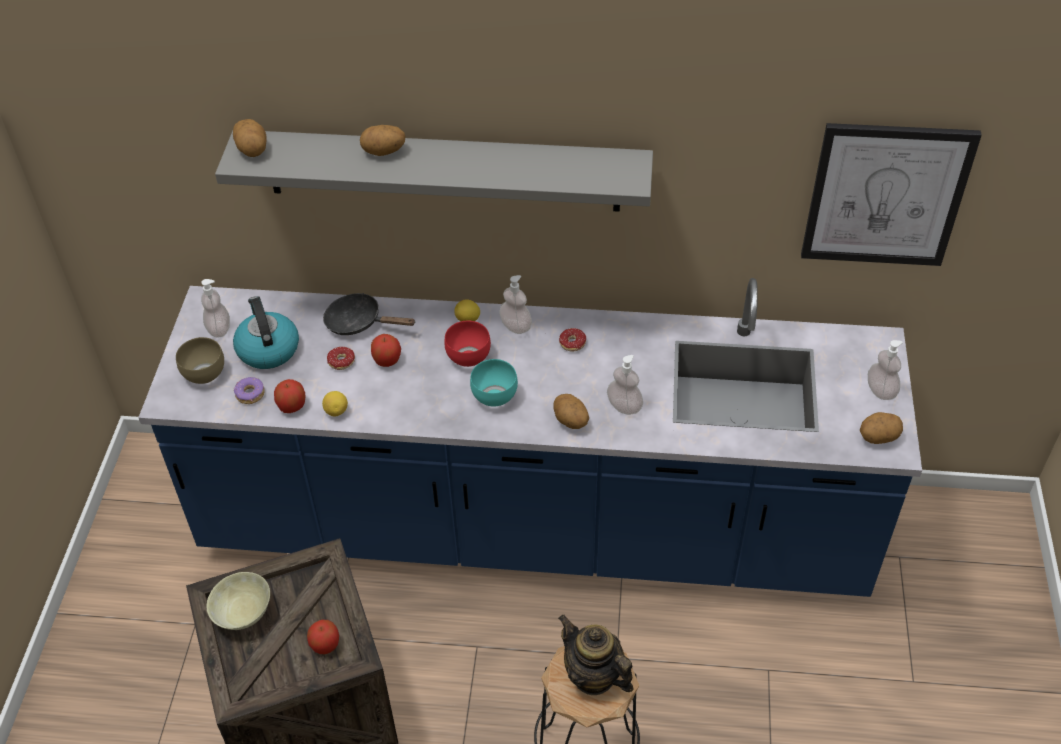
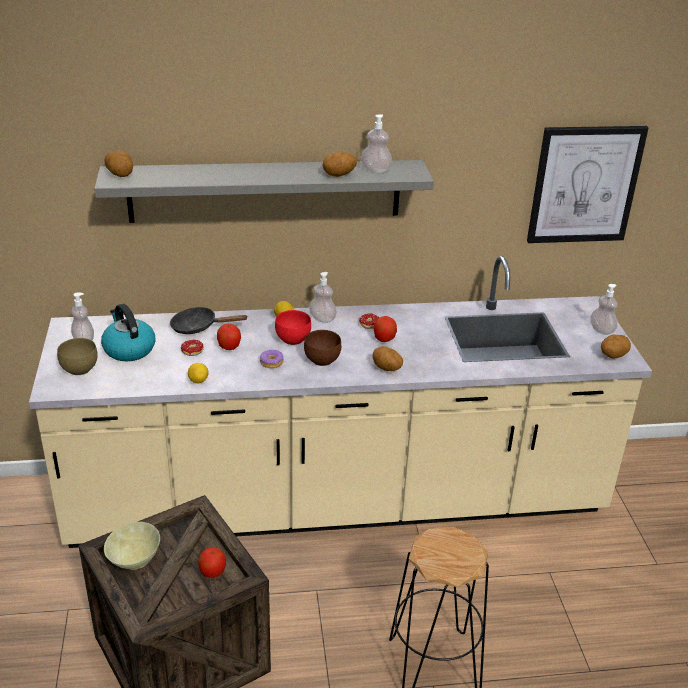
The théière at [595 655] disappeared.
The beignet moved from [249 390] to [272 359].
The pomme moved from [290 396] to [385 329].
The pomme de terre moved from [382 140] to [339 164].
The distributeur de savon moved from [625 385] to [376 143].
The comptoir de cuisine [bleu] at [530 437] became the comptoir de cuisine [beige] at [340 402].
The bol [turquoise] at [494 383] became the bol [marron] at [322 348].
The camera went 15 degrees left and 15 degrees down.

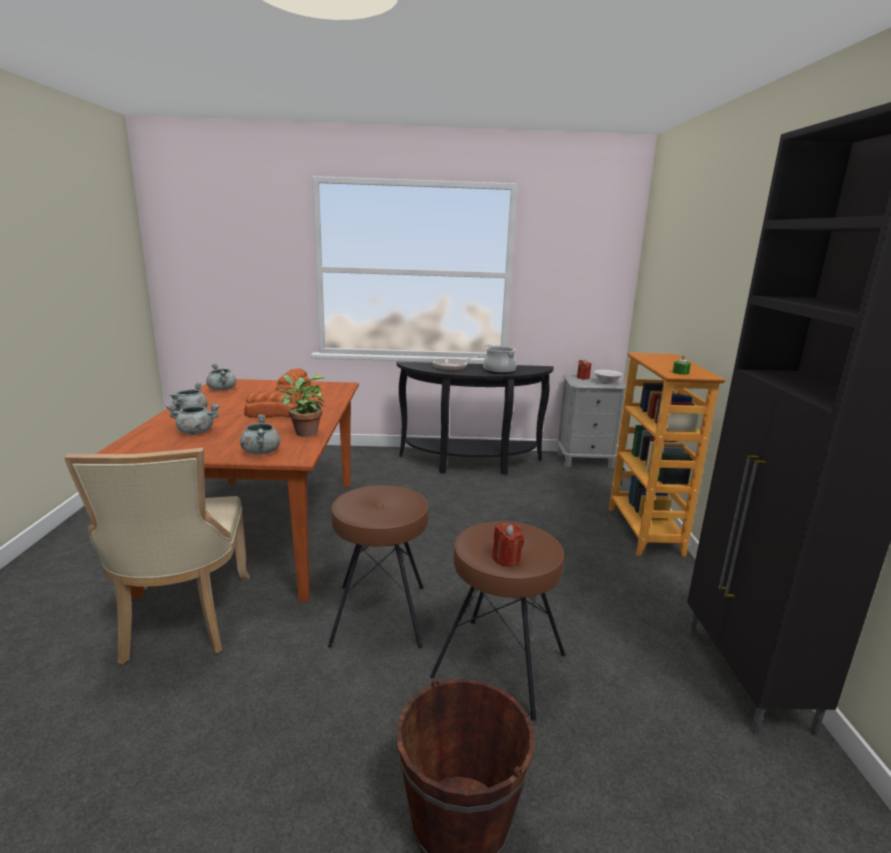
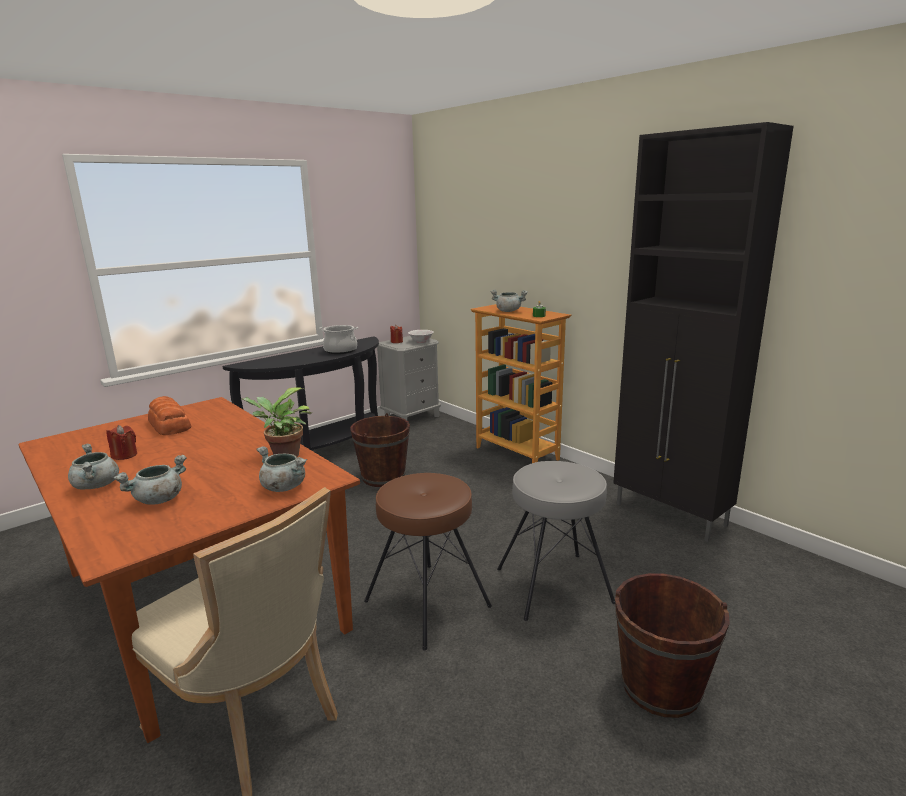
The pain at [272 403] disappeared.
The poêle at [458 363] disappeared.
The seau [marron] at [380 450] appeared.
The marmite [gris] moved from [221 377] to [509 300].
The bougie [rouge] moved from [508 544] to [121 442].
The tabouret [marron] at [497 621] became the tabouret [gris] at [556 541].
The camera went 40 degrees left and 0 degrees up.

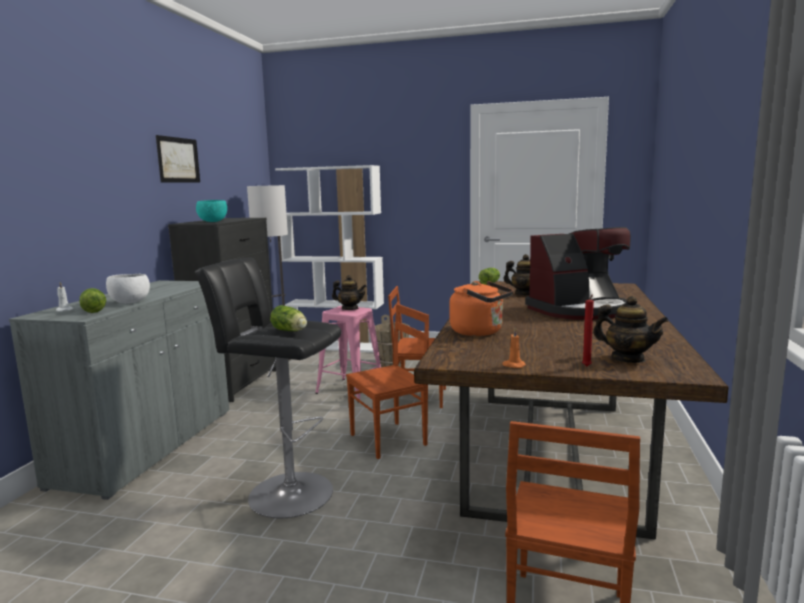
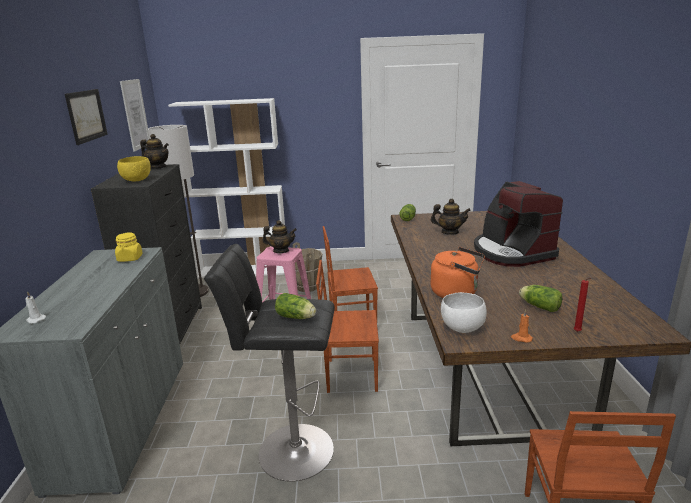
The bocal [jaune] at [129 247] appeared.
The tableau at [134 115] appeared.
The laitue moved from [93 300] to [540 298].
The bol [blanc] moved from [128 289] to [464 312].
The théière moved from [631 329] to [154 151].
The bol [turquoise] at [211 211] became the bol [jaune] at [134 169].
The chaise [marron] at [387 381] turned 135 degrees counterclockwise.
The machine à café at [578 273] turned 105 degrees clockwise.
The camera went 15 degrees left and 10 degrees up.

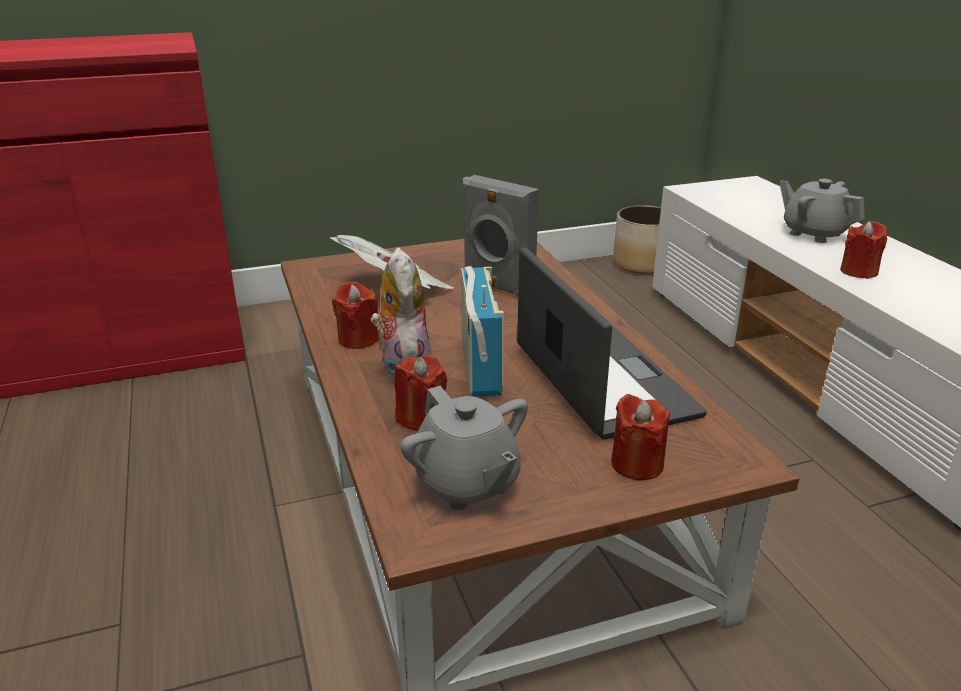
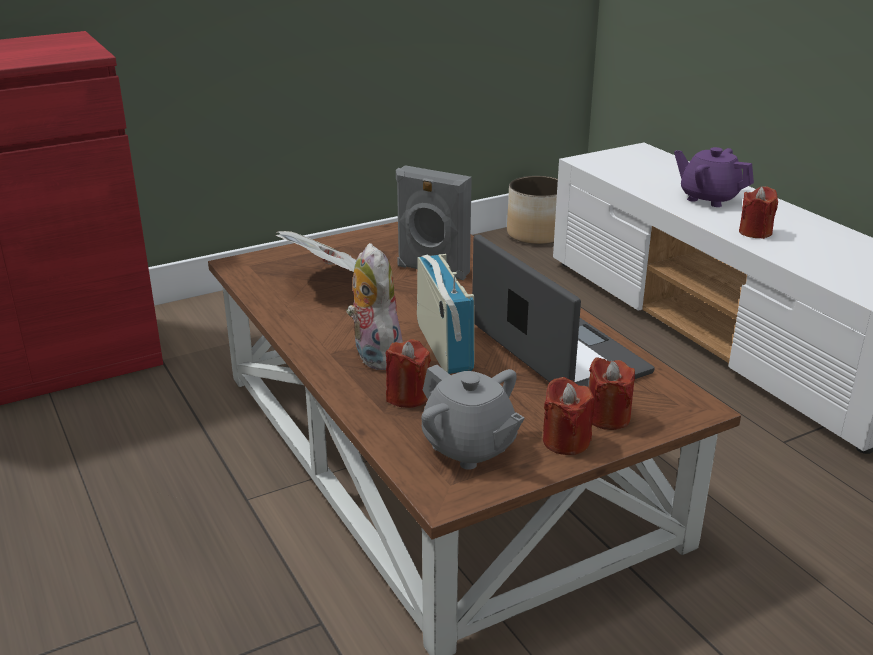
The bougie [rouge] moved from [355 315] to [569 416].
The théière [gris] at [822 211] became the théière [violet] at [714 177].
The camera went 10 degrees left and 0 degrees up.

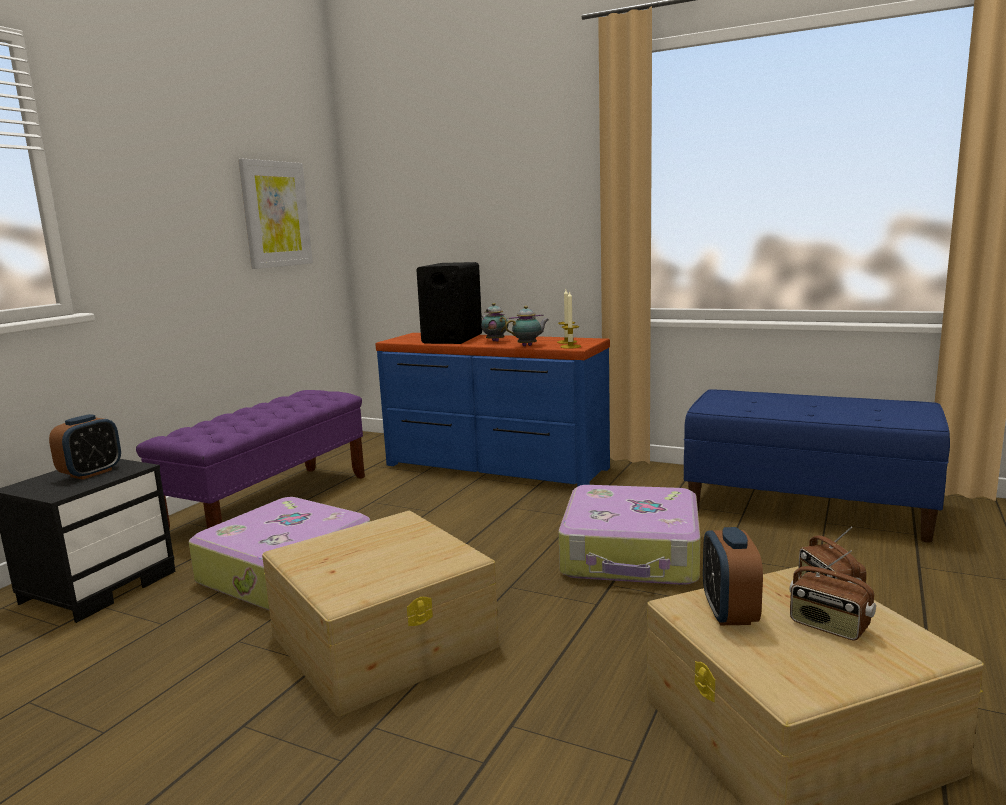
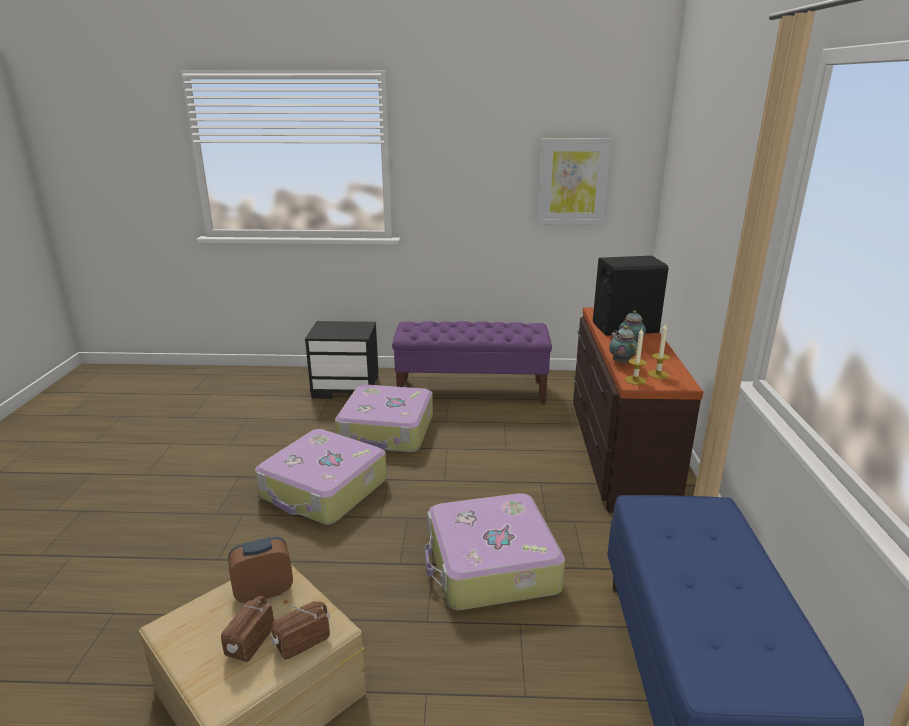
The réveil at [85 447] disappeared.
The boîte de rangement [beige] at [380 614] was replaced by the valise at [321 477].
The commode [bleu] at [492 410] became the commode [marron] at [638 410].
The théière at [527 326] turned 150 degrees counterclockwise.
The camera went 65 degrees right and 10 degrees up.

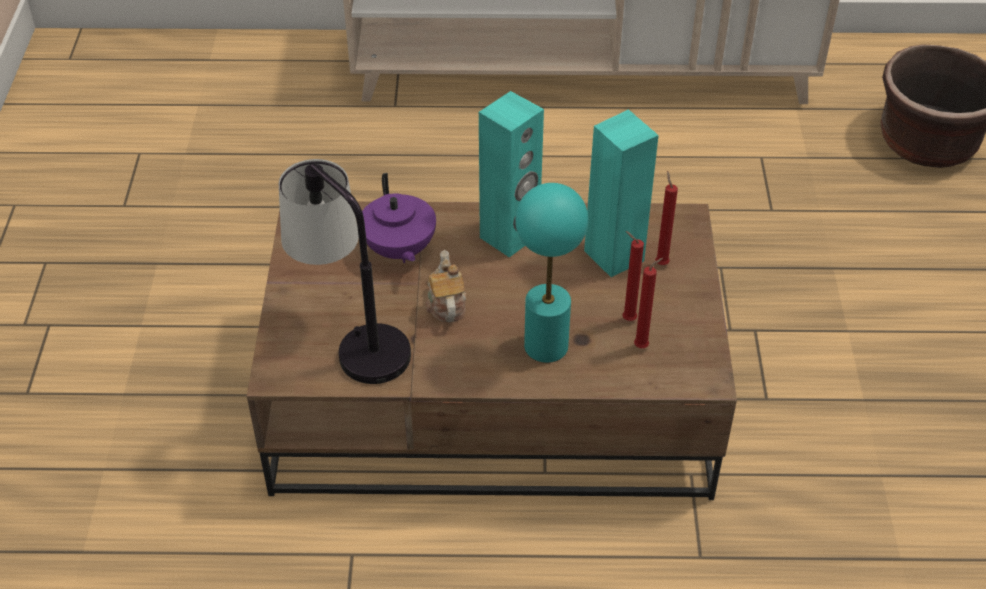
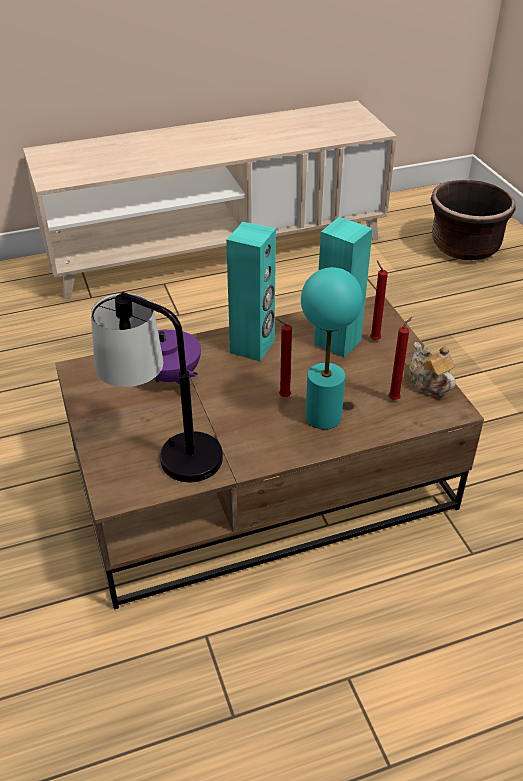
The théière moved from [446 286] to [431 369].
The bougie [rouge] moved from [633 276] to [284 358].
The camera went 20 degrees left and 5 degrees down.

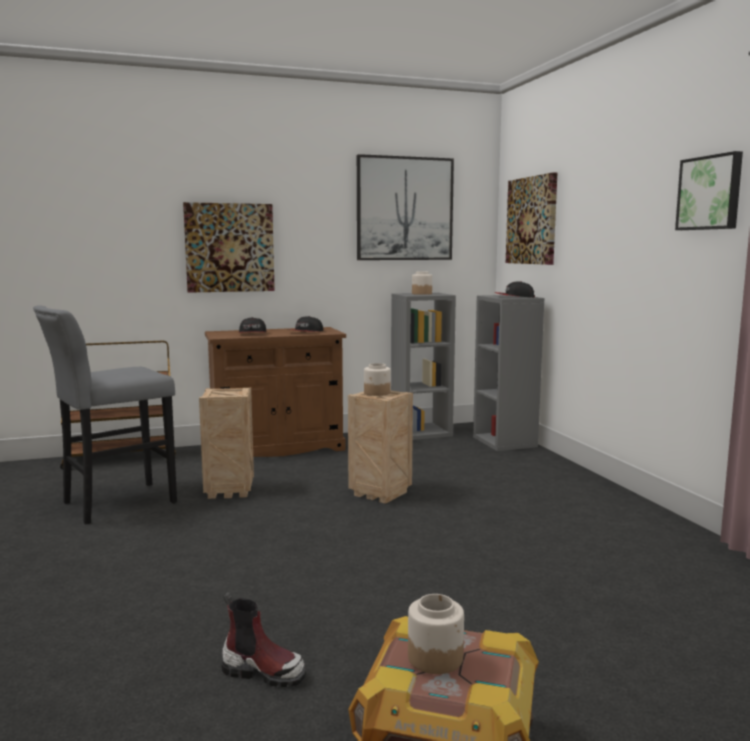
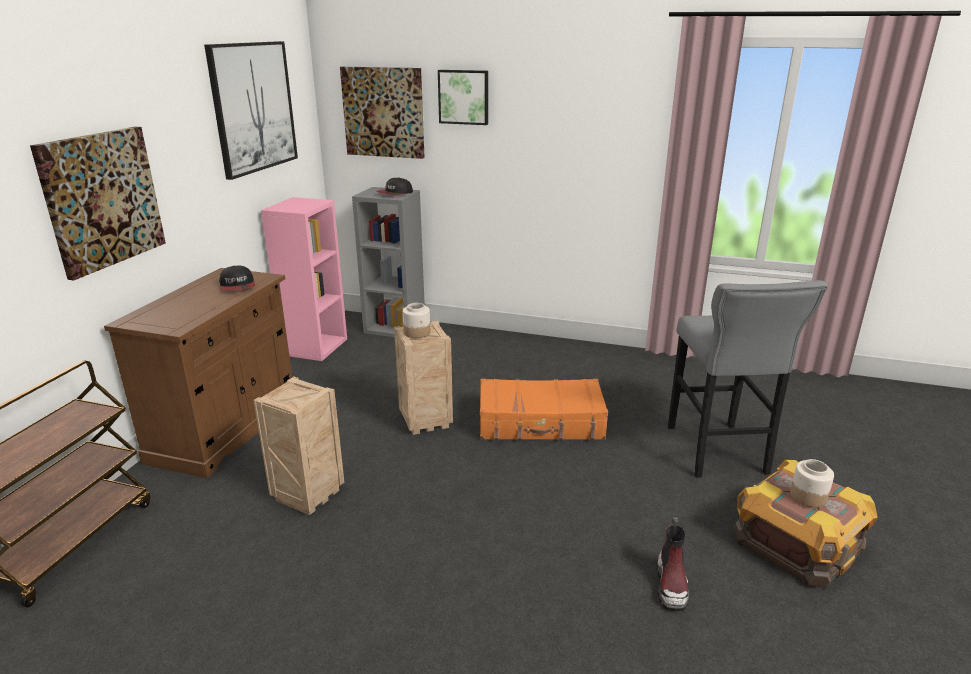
The casquette at [252 325] disappeared.
The bocal at [422 283] disappeared.
The valise [orange] at [544 409] appeared.
The tabouret [gris] moved from [105 415] to [748 379].
The tableau moved from [709 190] to [463 97].
The bibliothèque [gris] at [423 366] became the bibliothèque [rose] at [304 279].
The botte at [263 640] turned 135 degrees clockwise.
The camera went 55 degrees left and 15 degrees up.

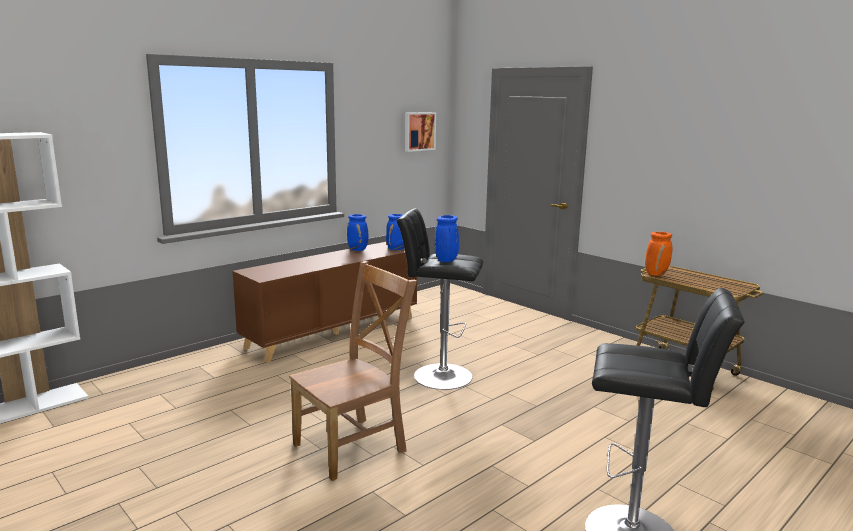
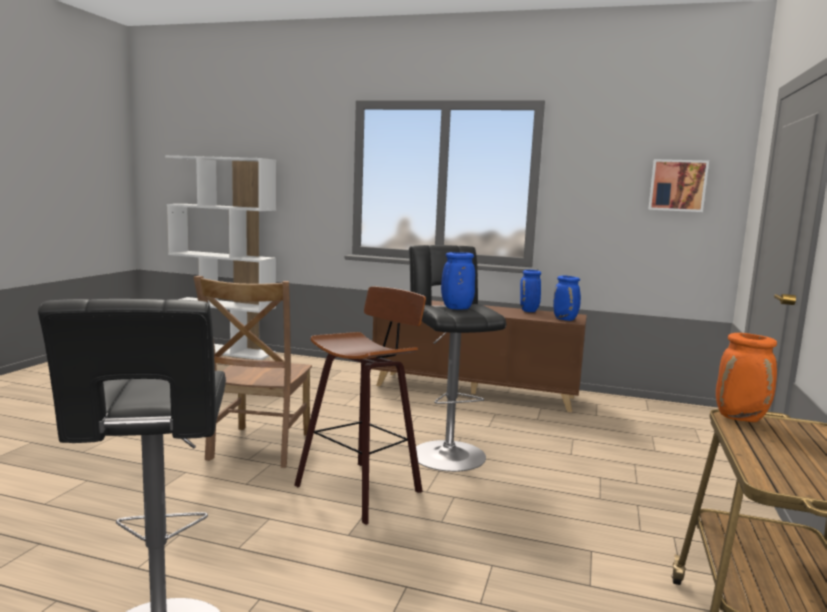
The tabouret at [360 405] appeared.
The chaise [marron] at [353 371] turned 75 degrees clockwise.
The camera went 60 degrees right and 5 degrees down.

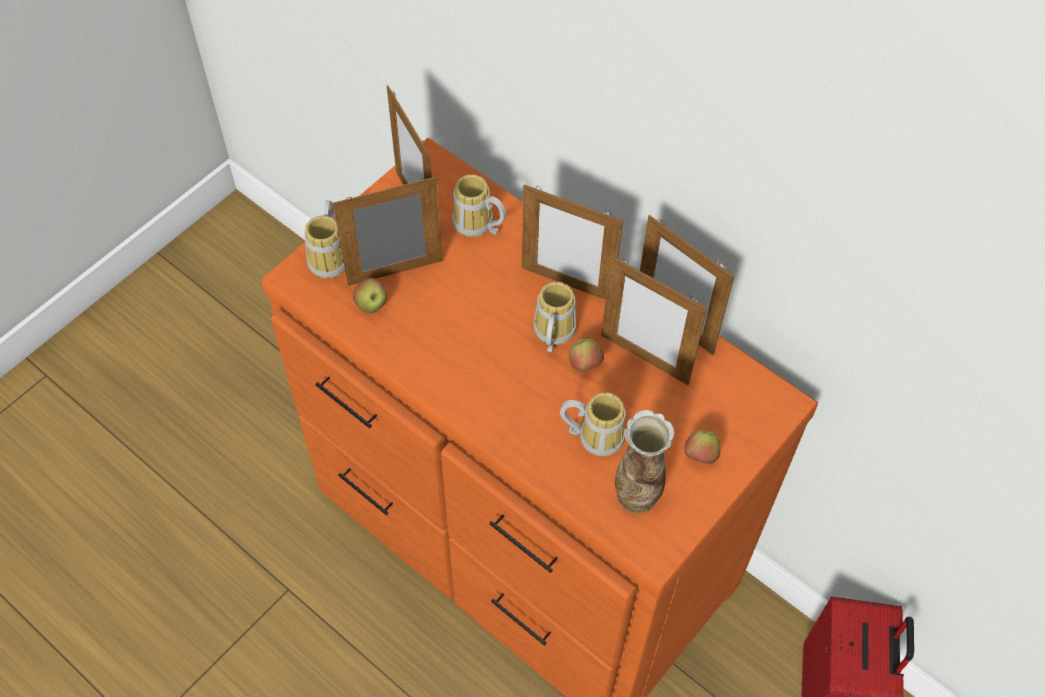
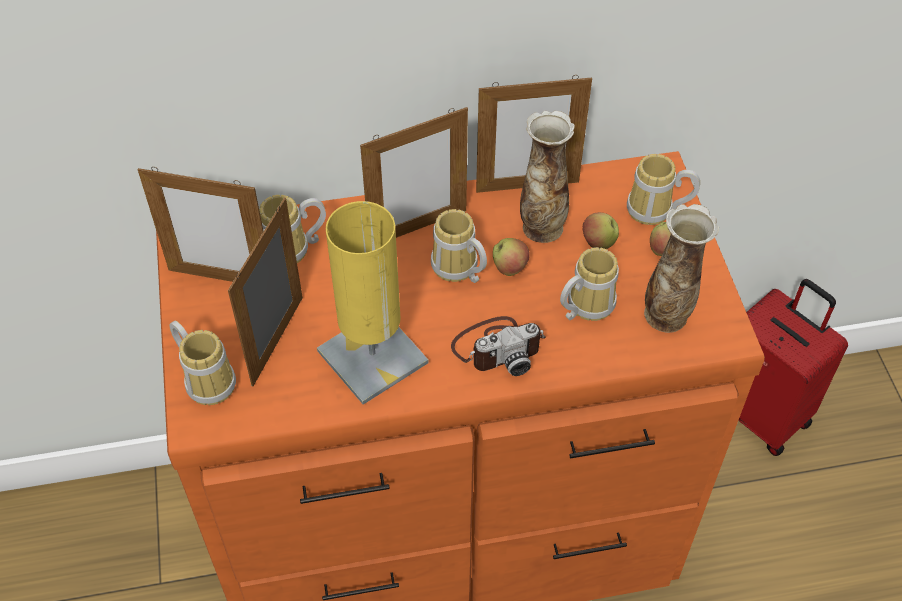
The lampe de table [jaune] at [373 303] appeared.
The appareil photo at [498 346] appeared.
The mug at [663 189] appeared.
The pomme moved from [370 295] to [601 230].
The cadre photo at [654 320] was replaced by the vase at [547 177].
The camera went 50 degrees left and 5 degrees down.

